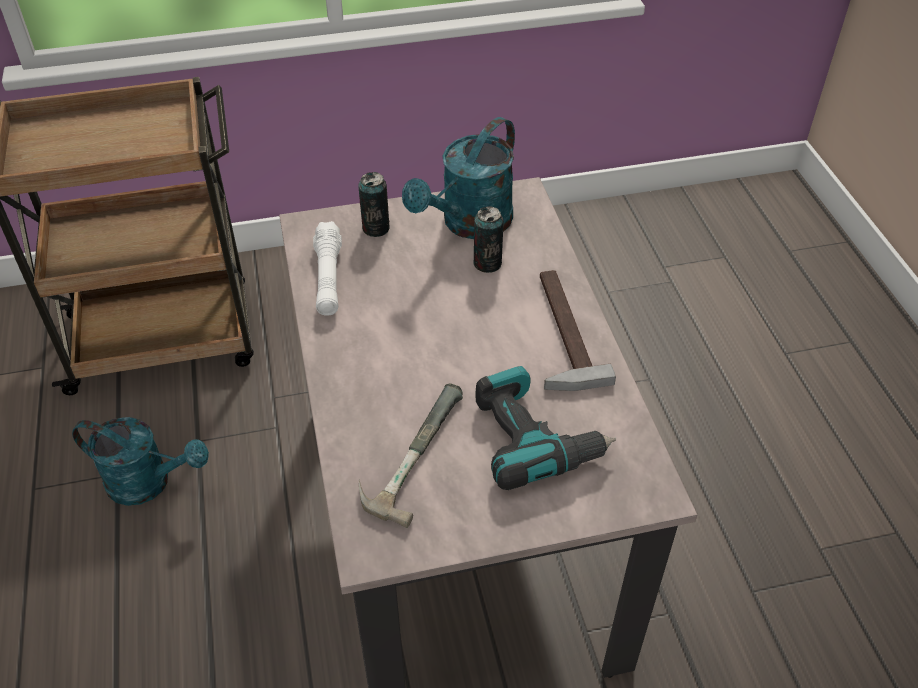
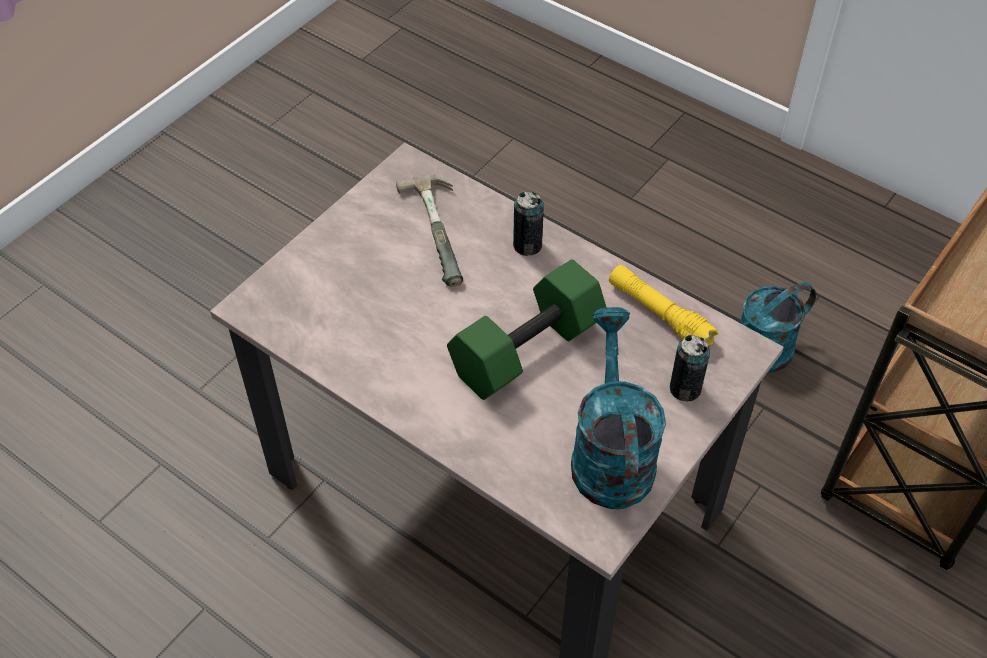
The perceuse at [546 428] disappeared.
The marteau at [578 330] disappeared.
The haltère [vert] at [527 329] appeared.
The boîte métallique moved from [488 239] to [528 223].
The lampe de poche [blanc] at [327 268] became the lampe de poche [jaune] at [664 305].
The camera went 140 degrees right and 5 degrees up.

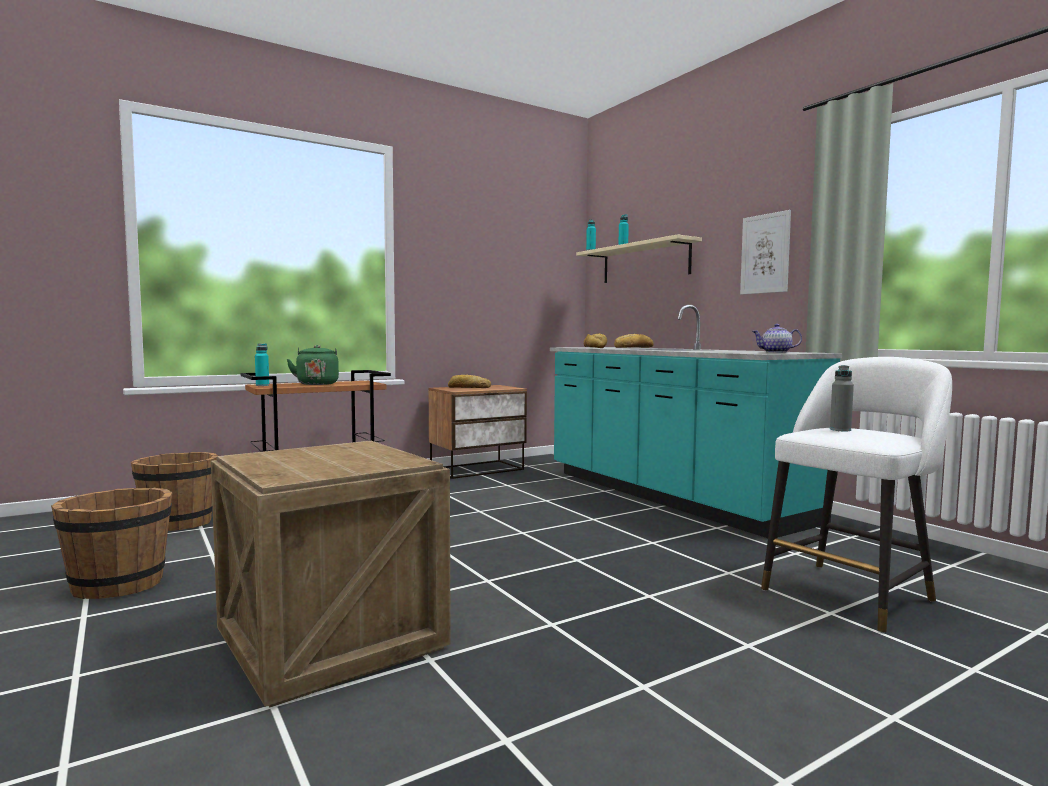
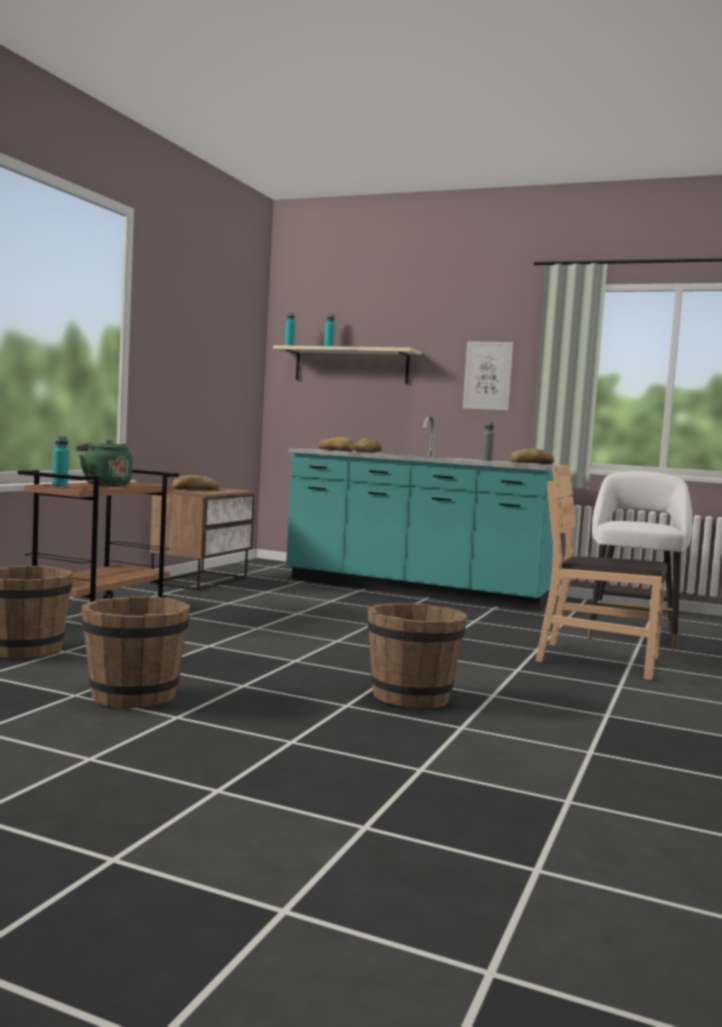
The chaise [marron] at [601 572] appeared.
The bouteille [gris] moved from [842 398] to [488 441].
The caisse at [331 574] was replaced by the seau [marron] at [417 655].
The théière at [777 338] was replaced by the pain at [532 456].
The camera went 35 degrees left and 0 degrees up.

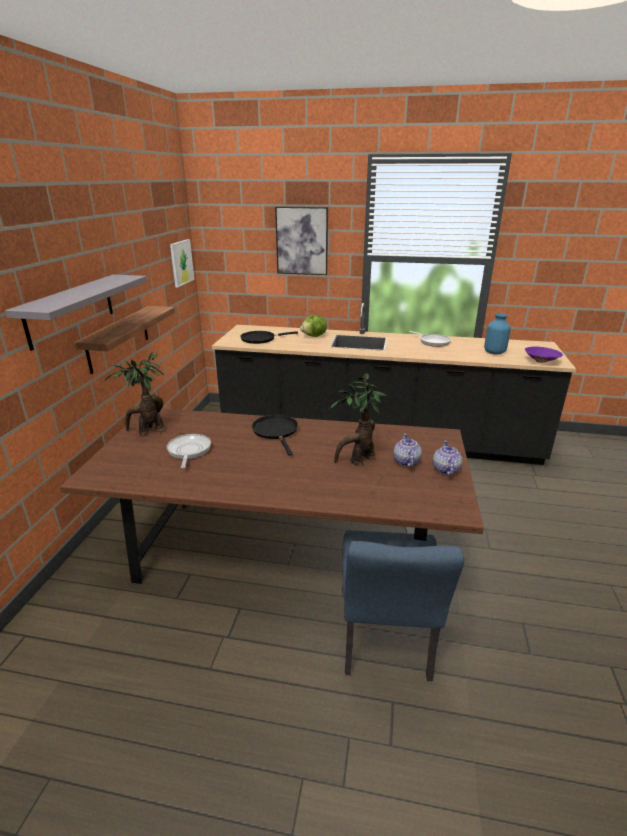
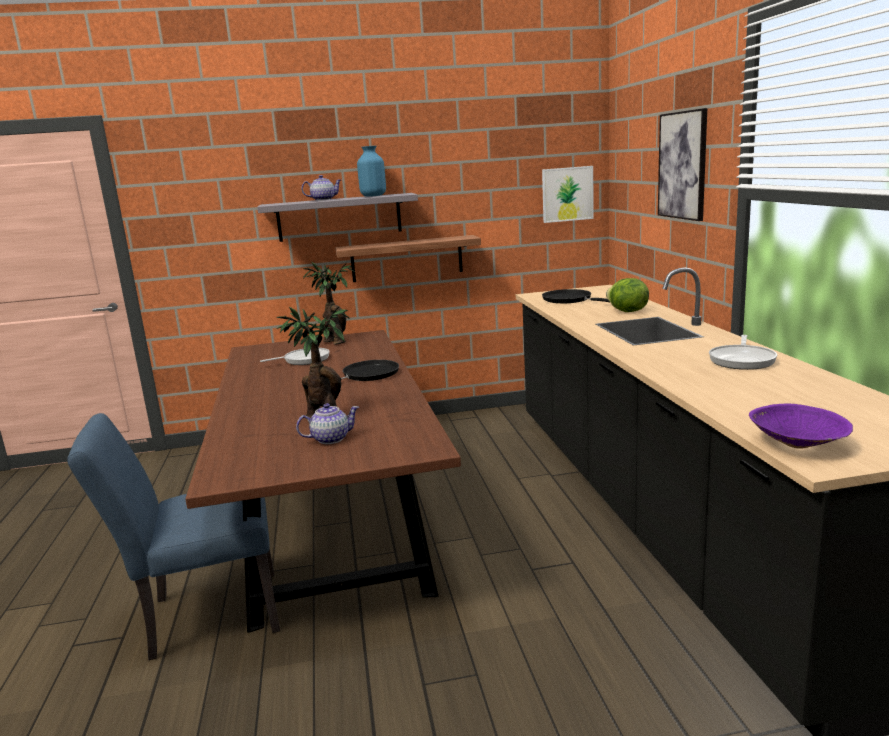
The théière moved from [447 458] to [321 188].
The vase [bleu] moved from [497 334] to [371 171].
The camera went 70 degrees right and 10 degrees down.

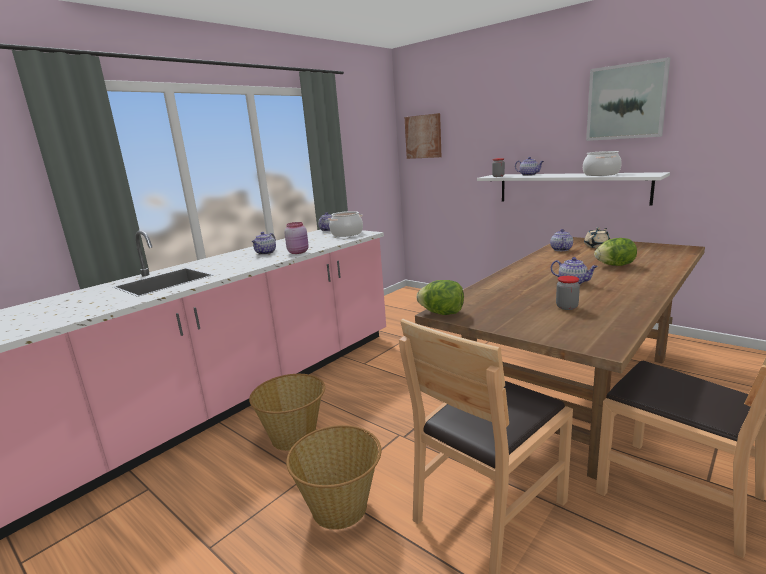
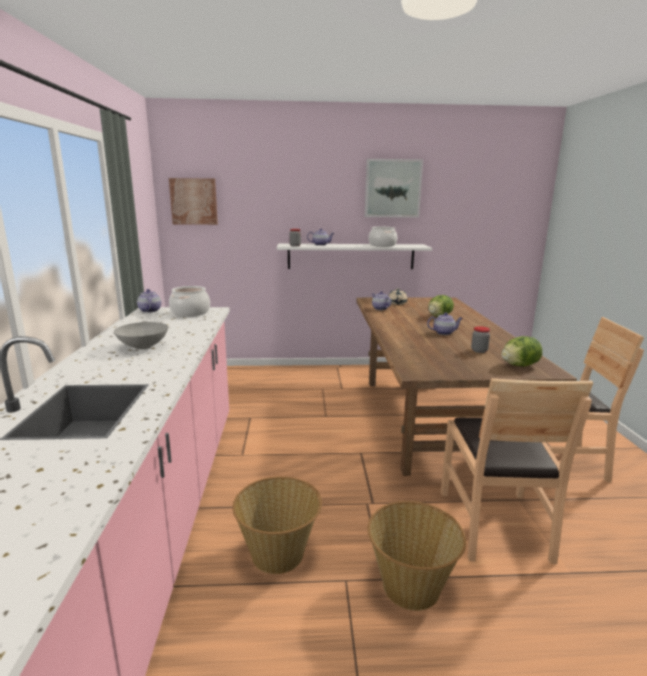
The bocal [rose] at [296 238] disappeared.
The laitue moved from [440 297] to [521 351].
The théière at [263 243] was replaced by the bol [gris] at [141 336].
The camera went 45 degrees left and 0 degrees up.

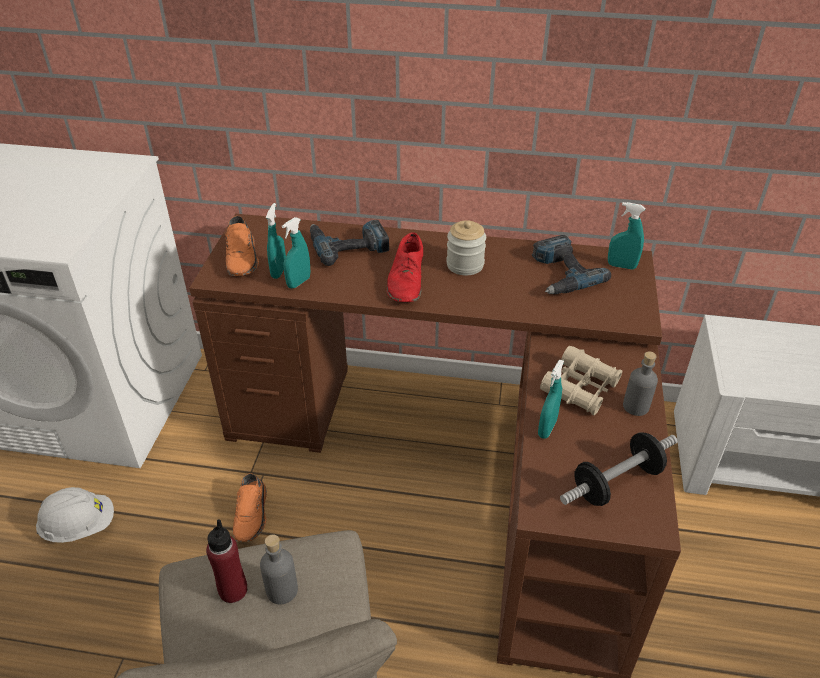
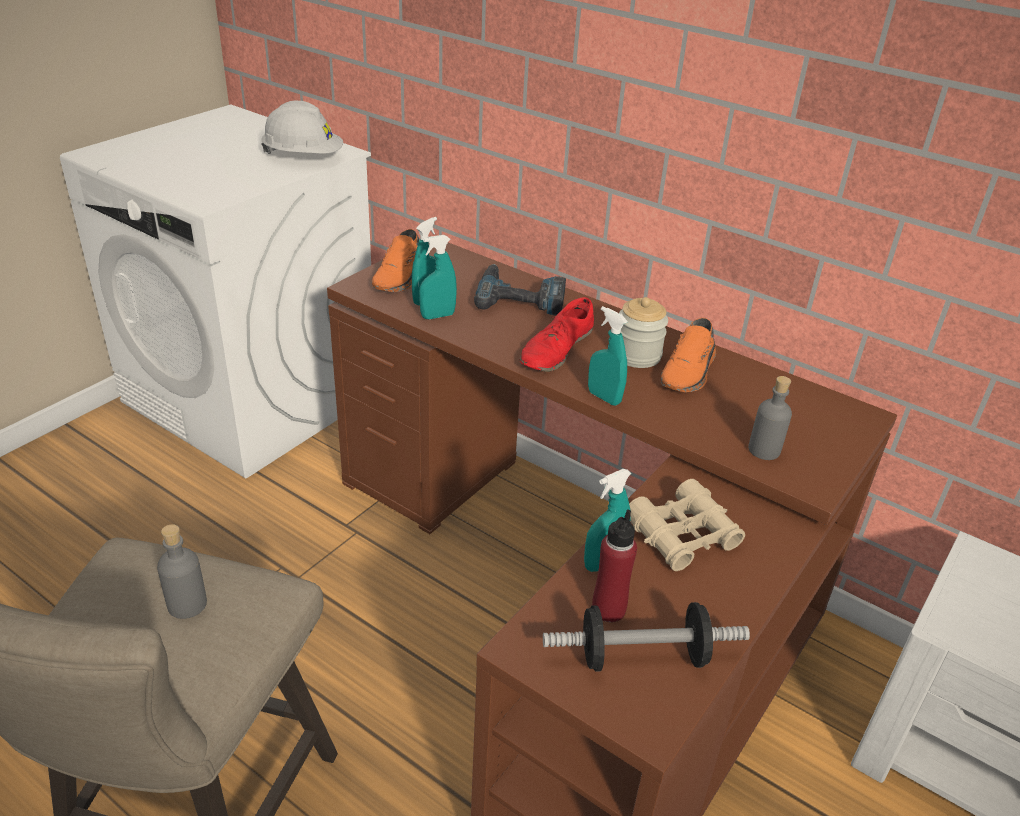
The perceuse at [571 264] disappeared.
The casque de chantier [blanc] moved from [75 515] to [302 127].
The bouteille [rouge] moved from [226 561] to [614 565].
The chaussure [orange] moved from [250 507] to [688 355].
The vaporisateur [turquoise] moved from [626 236] to [608 356].
The bouteille [gris] moved from [640 383] to [770 418].
The camera went 25 degrees right and 5 degrees down.

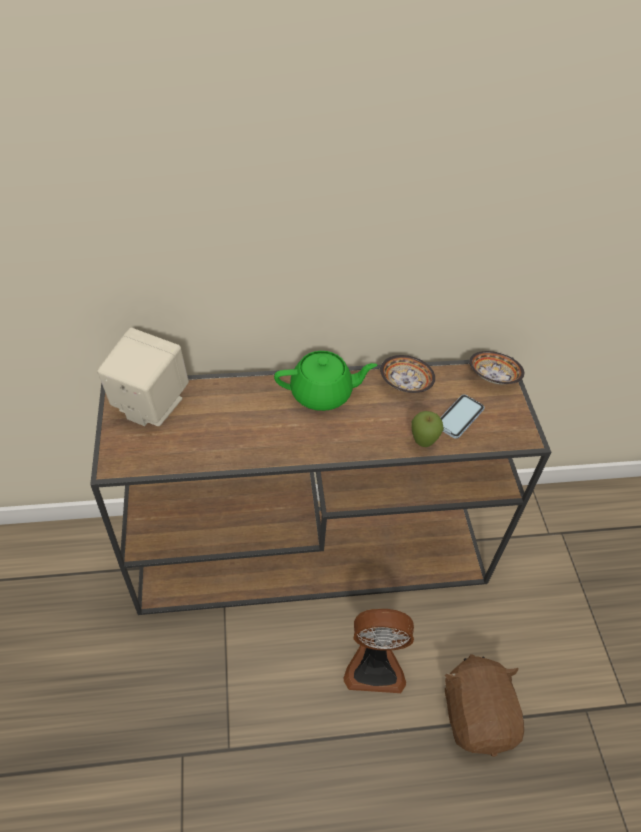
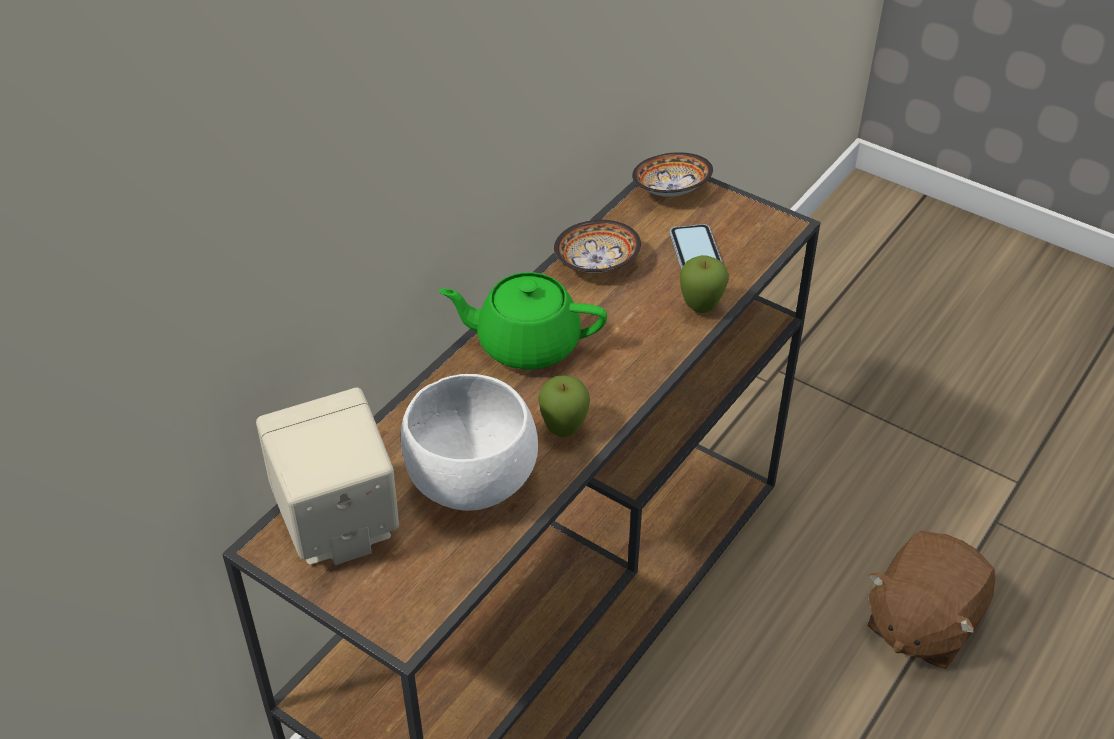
The ventilateur at [379 651] disappeared.
The bol [blanc] at [469 442] appeared.
The pomme at [564 406] appeared.
The théière [vert] at [325 381] turned 120 degrees counterclockwise.
The peluche [marron] at [484 705] turned 90 degrees counterclockwise.
The camera went 45 degrees left and 5 degrees down.

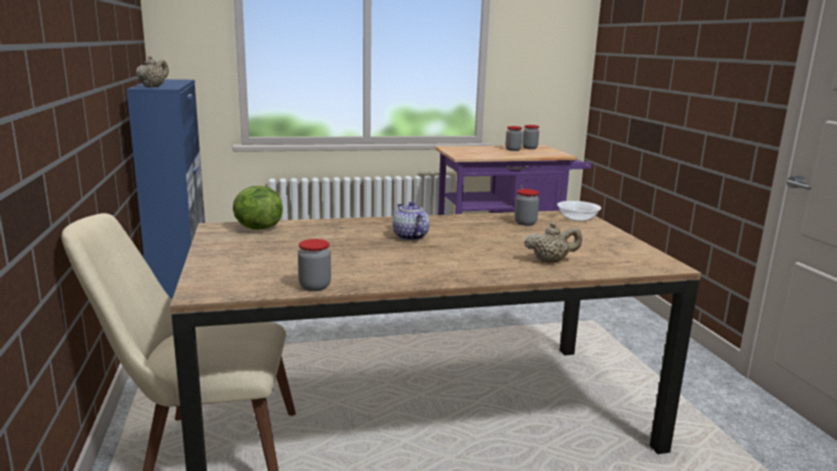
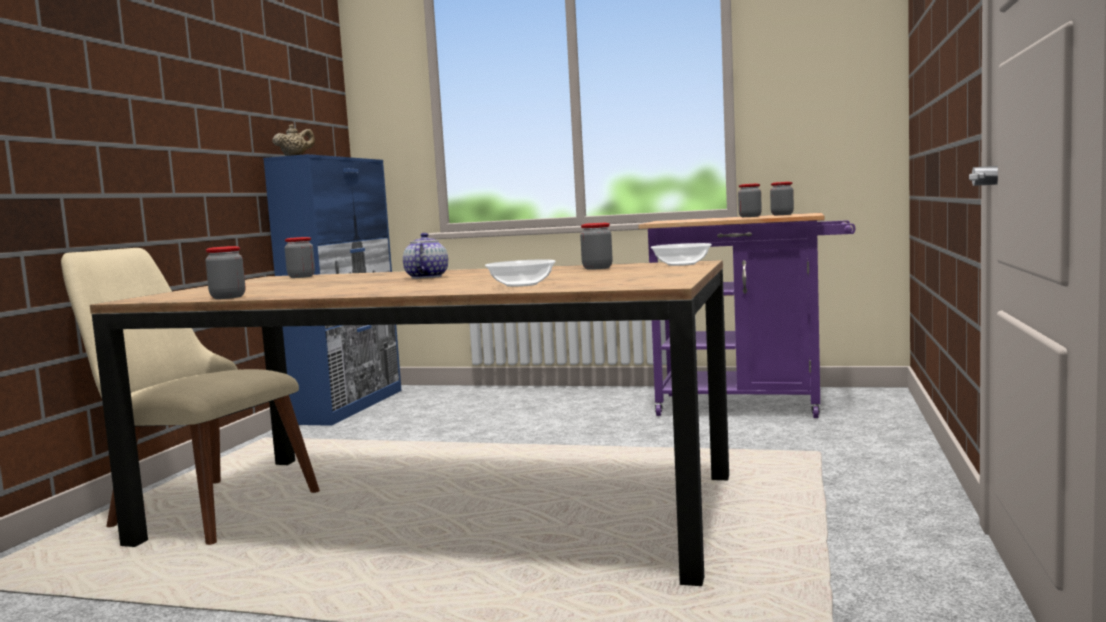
The laitue at [258 208] was replaced by the bocal at [300 257].
The théière [beige] at [553 242] was replaced by the bol at [520 273].
The camera went 30 degrees right and 10 degrees down.

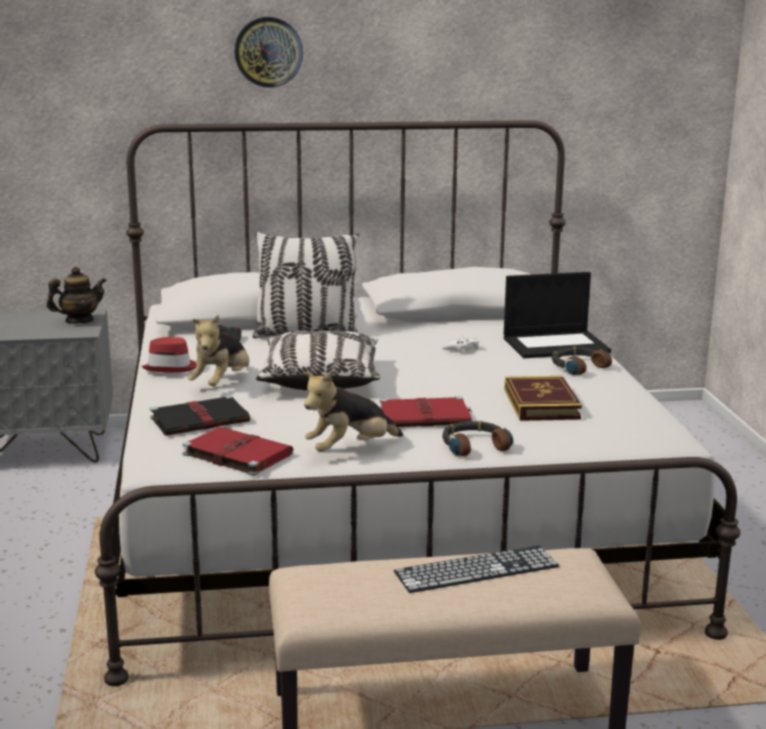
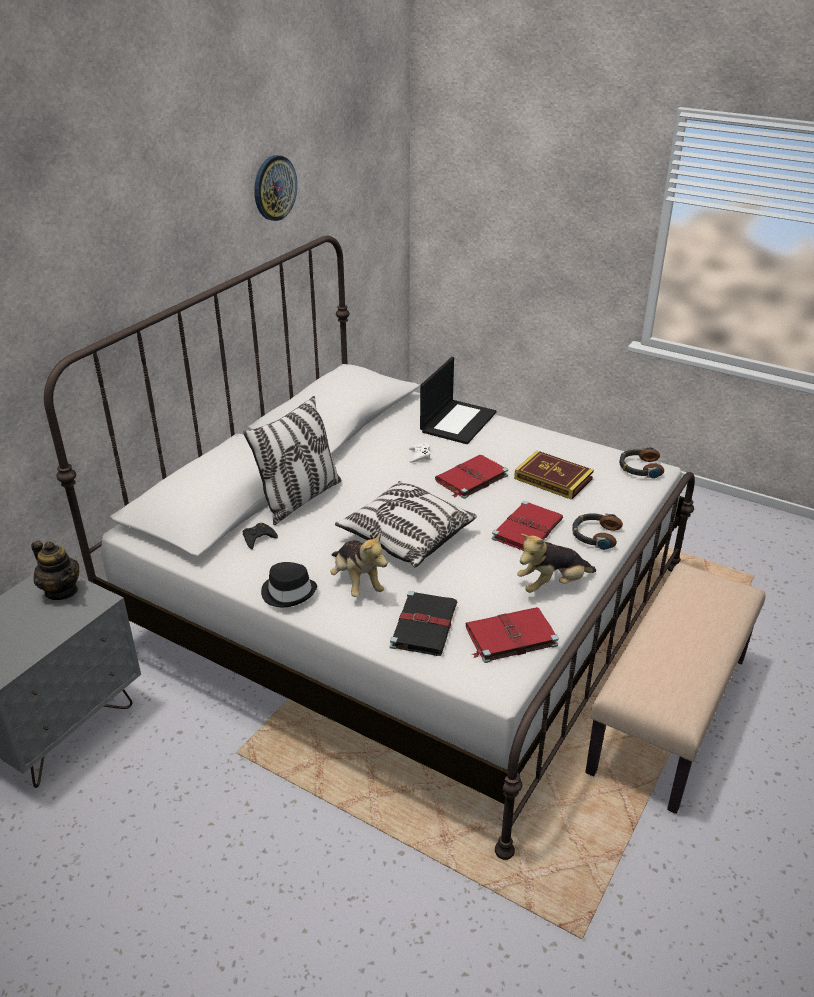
The clavier at [476 569] disappeared.
The livre [rouge] at [471 477] appeared.
The horloge murale moved from [268 52] to [275 188].
The casque audio moved from [582 361] to [641 463].
The chapeau [rouge] at [169 355] became the chapeau [noir] at [289 584].
The théière at [76 295] turned 120 degrees clockwise.
The peluche at [353 412] turned 60 degrees clockwise.
The camera went 50 degrees left and 15 degrees up.

